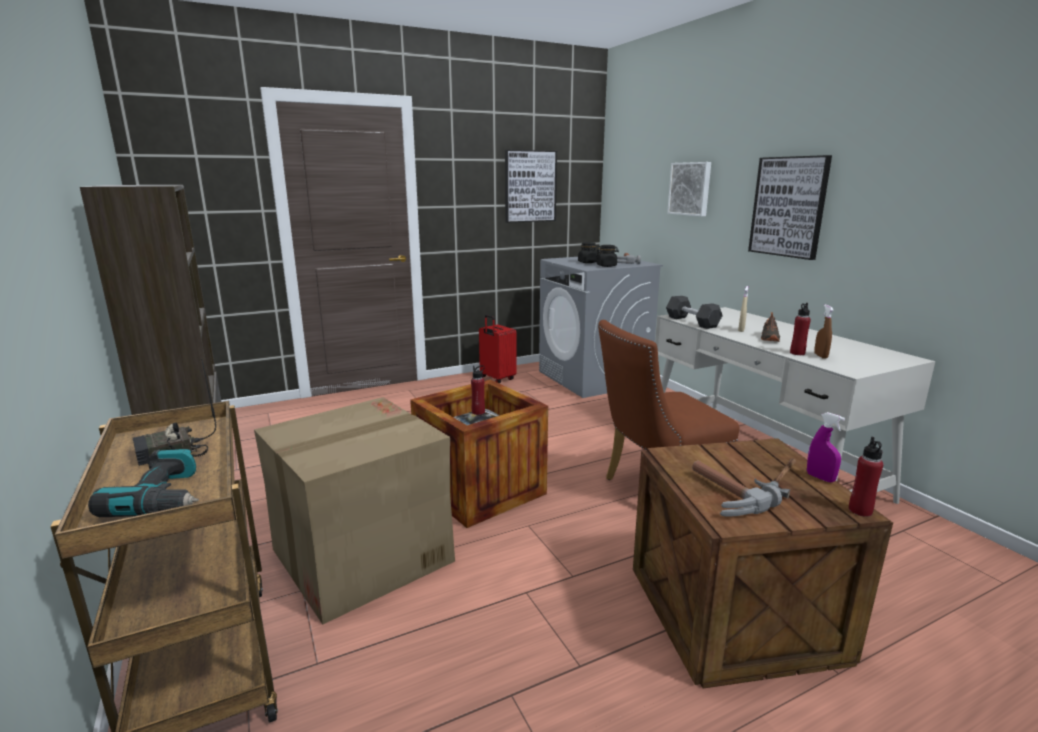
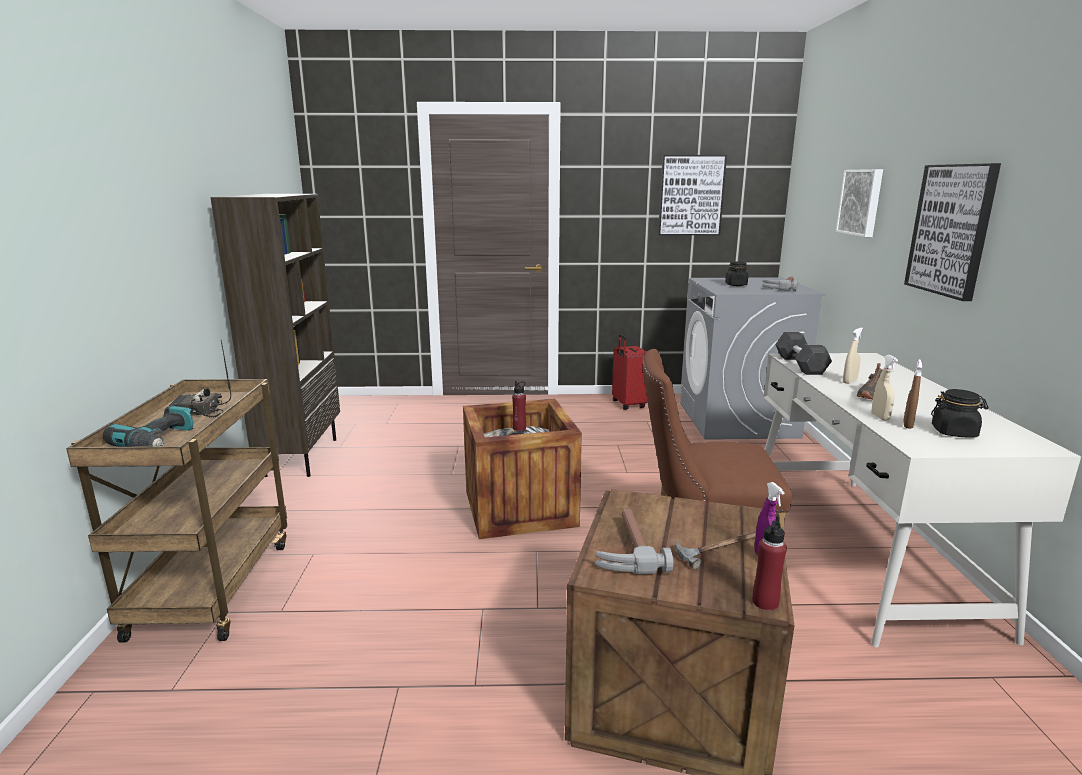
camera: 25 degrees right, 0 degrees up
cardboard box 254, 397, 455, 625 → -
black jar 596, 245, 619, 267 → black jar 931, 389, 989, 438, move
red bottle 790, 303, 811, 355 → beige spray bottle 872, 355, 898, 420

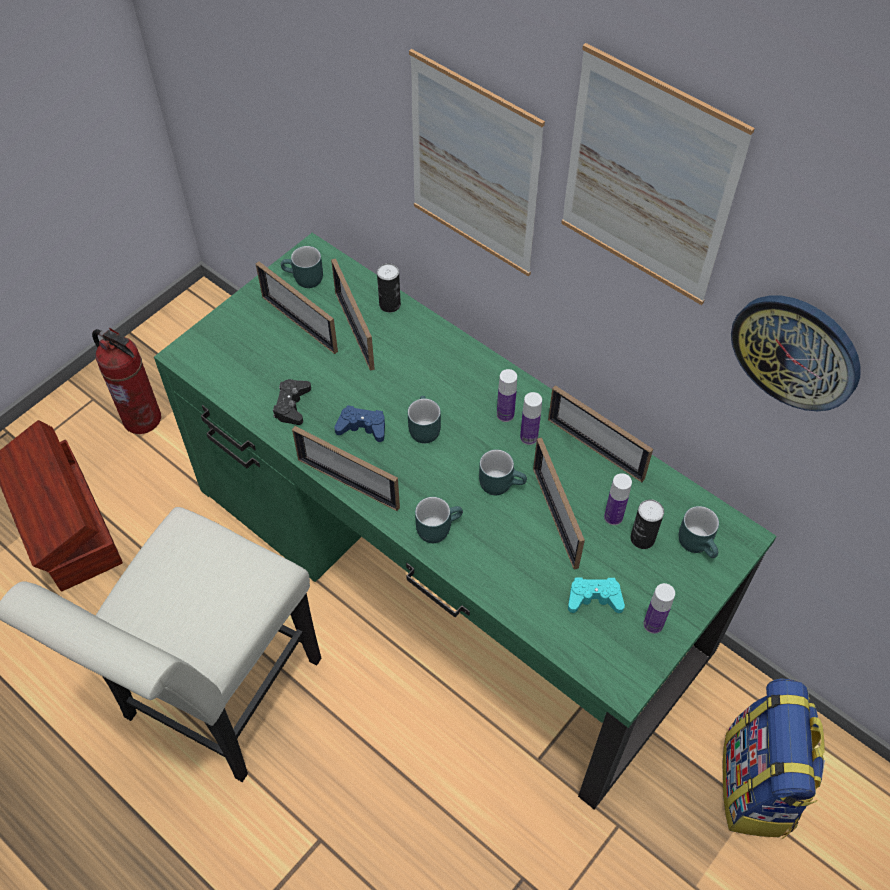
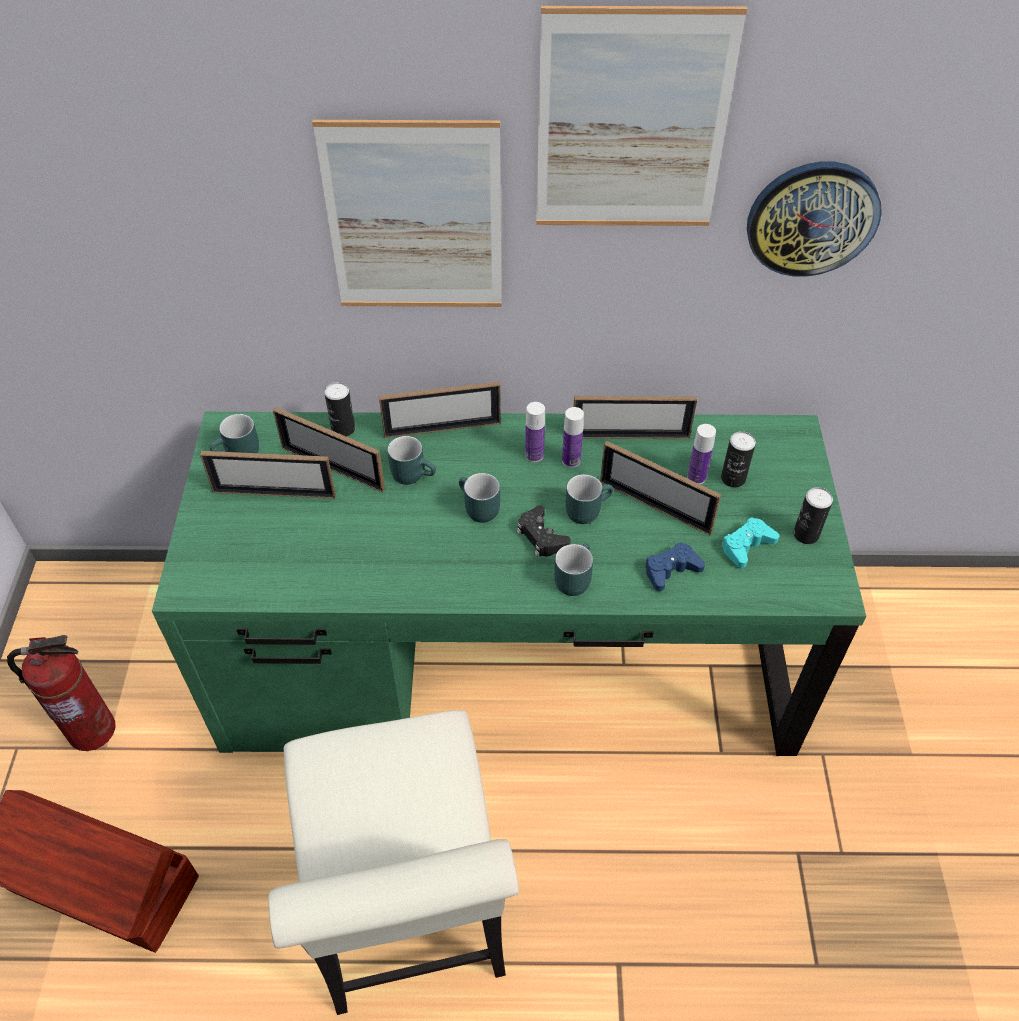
camera: 40 degrees left, 5 degrees down
backpack 722, 678, 825, 839 → -
black game controller 273, 379, 311, 425 → black game controller 517, 505, 571, 557, move
picture frame 292, 426, 400, 511 → picture frame 379, 382, 501, 438, move
blue game controller 334, 405, 385, 442 → blue game controller 645, 542, 705, 591, move
turquoise mug 678, 506, 719, 558 → turquoise mug 387, 436, 436, 485, move
bottle 643, 583, 675, 634 → can 793, 487, 833, 544

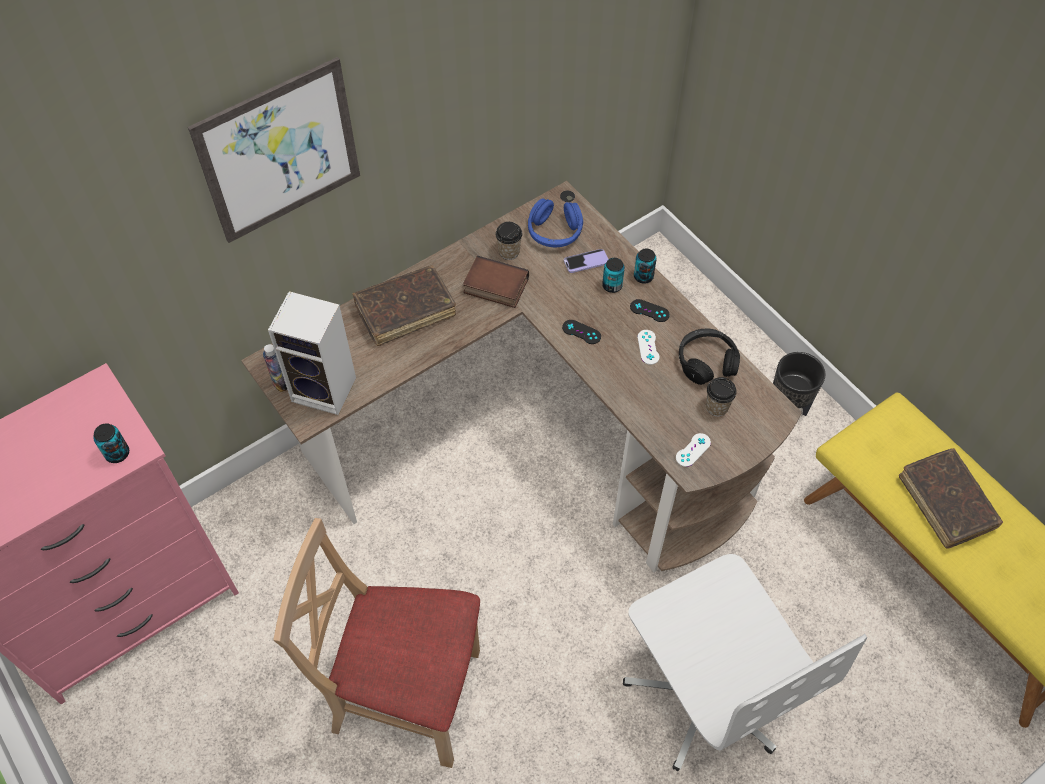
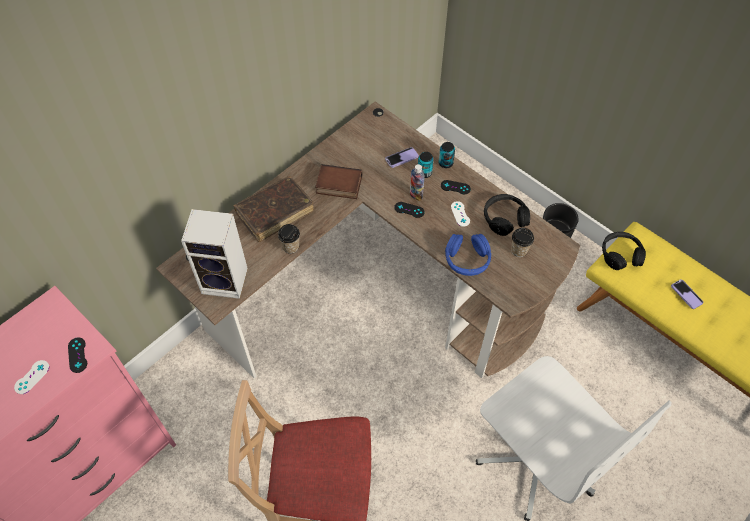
camera: 10 degrees left, 0 degrees up
picture 188, 57, 360, 243 → -
- → black headphones 602, 232, 646, 270
bottle 263, 344, 287, 392 → bottle 410, 164, 425, 201, move
cup 495, 222, 523, 260 → cup 278, 224, 300, 254, move
blue headphones 528, 199, 583, 247 → blue headphones 445, 234, 491, 276, move
white game controller 676, 433, 711, 467 → white game controller 14, 360, 49, 394, move
can 93, 423, 129, 463 → black game controller 68, 337, 87, 373
brown book 899, 448, 1003, 549 → phone 671, 280, 704, 309

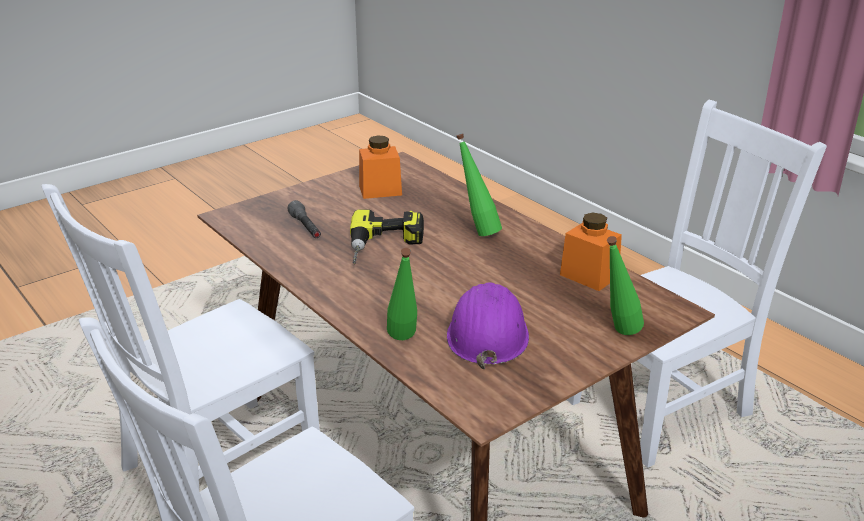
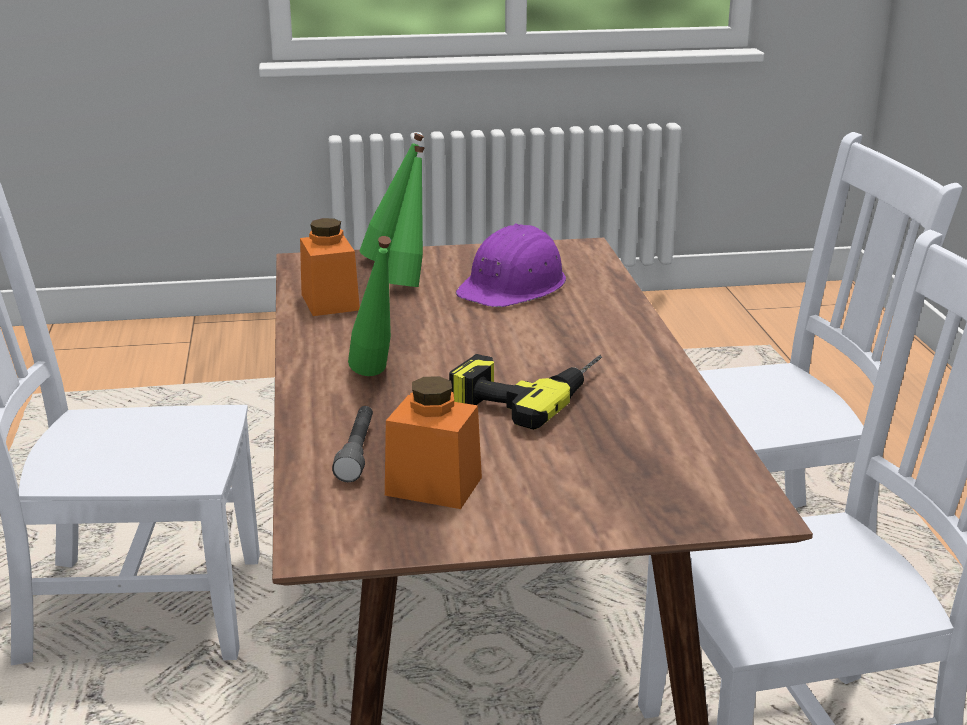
camera: 150 degrees left, 5 degrees down
grey flashlight 287, 200, 321, 238 → grey flashlight 332, 406, 373, 482, move
green bottle 387, 248, 417, 340 → green bottle 388, 146, 425, 287, move

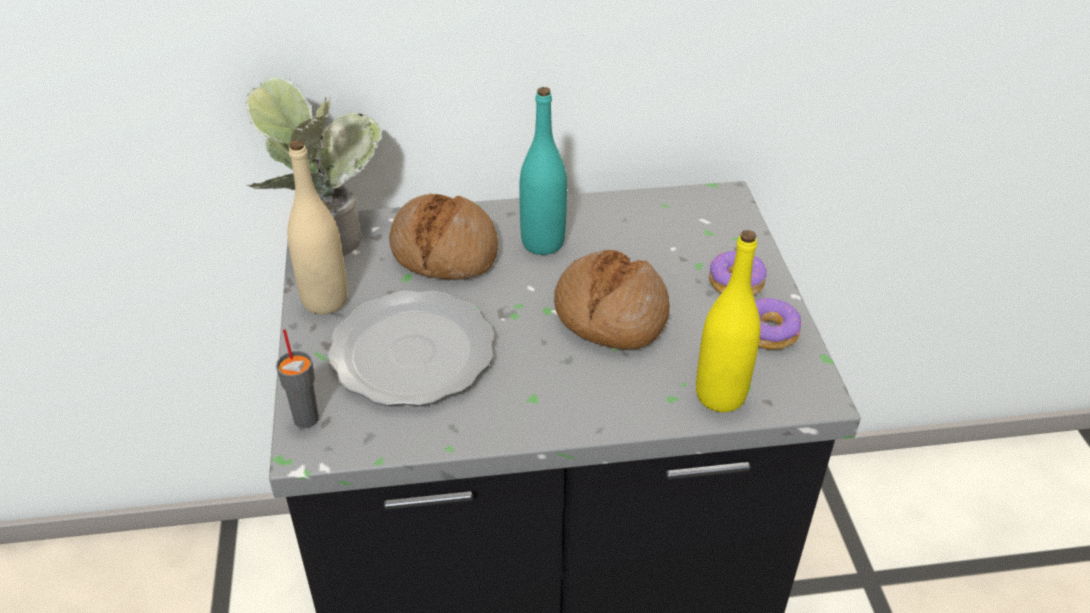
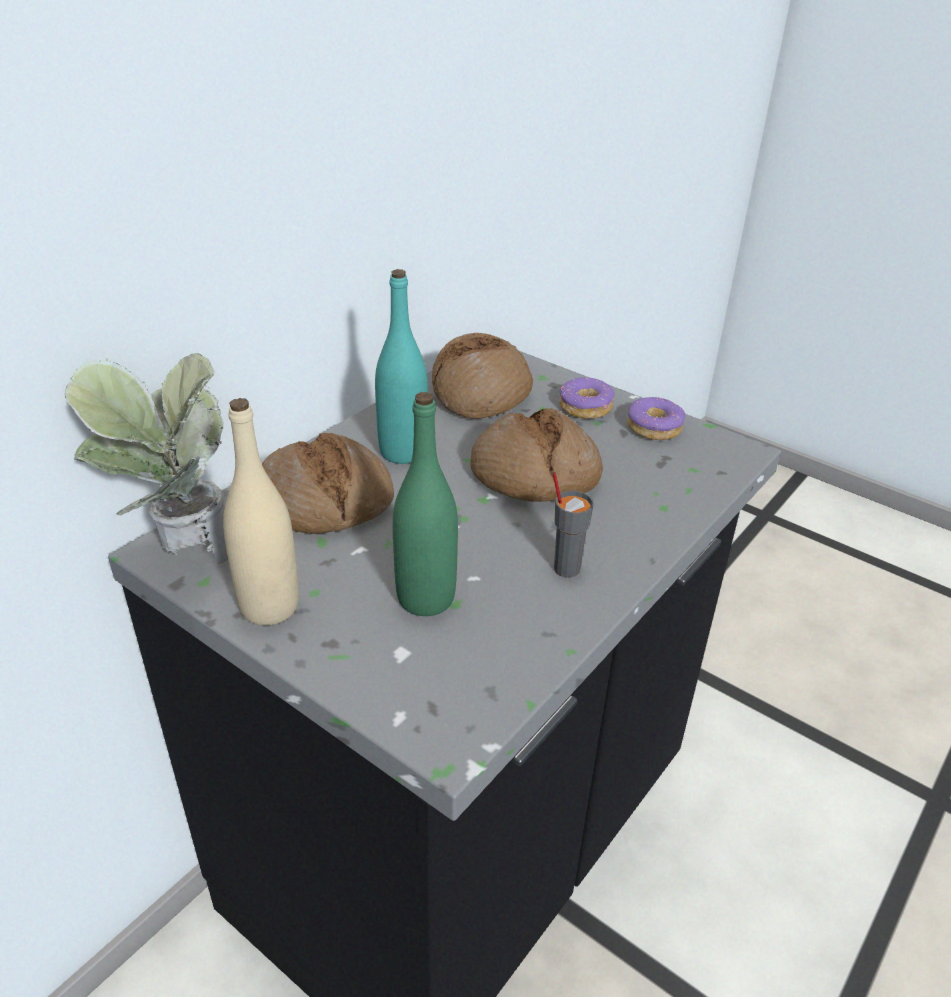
camera: 45 degrees left, 5 degrees down
yellow bottle 696, 230, 761, 412 → -
- → bread 432, 333, 533, 419
grey cup 276, 329, 319, 428 → grey cup 553, 472, 594, 578, move
plate 327, 291, 494, 406 → green bottle 393, 392, 458, 616

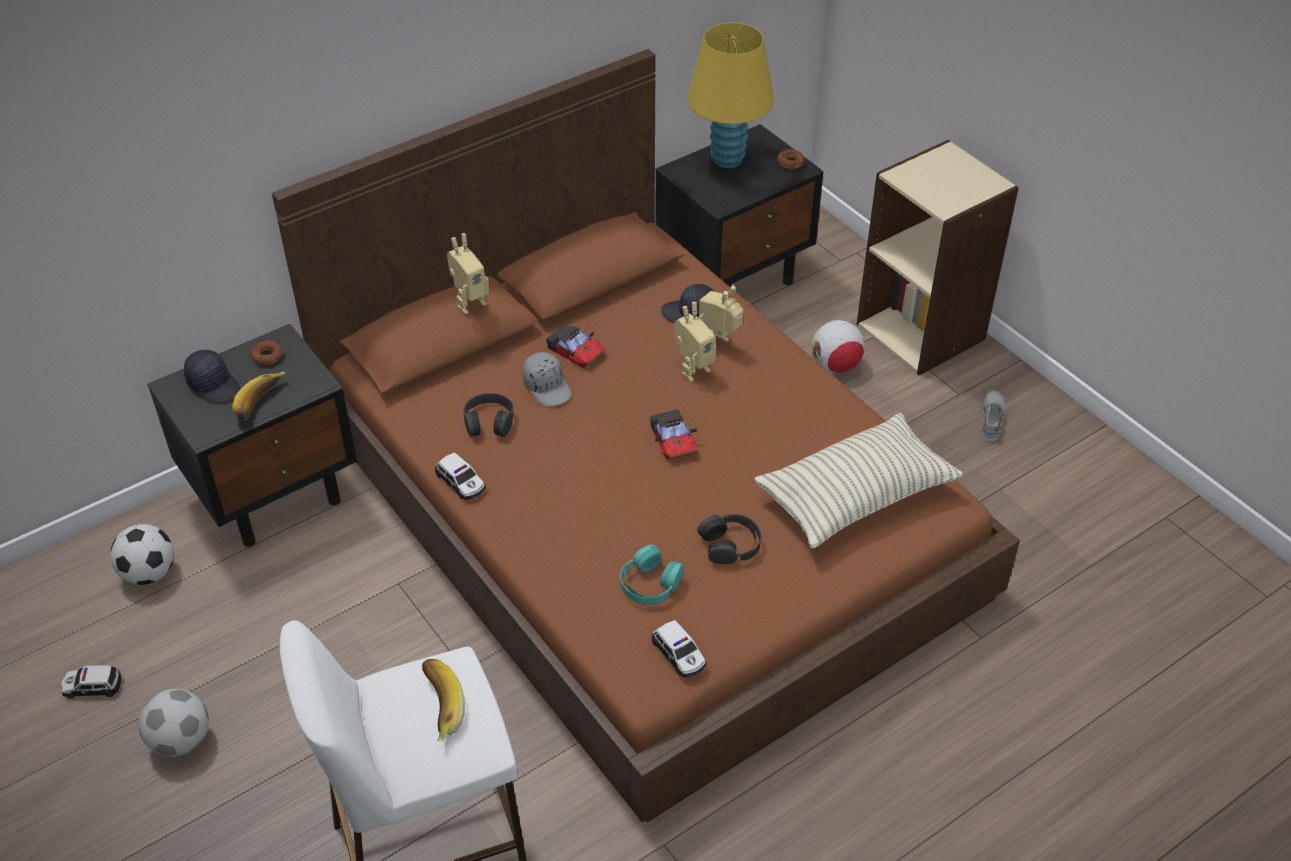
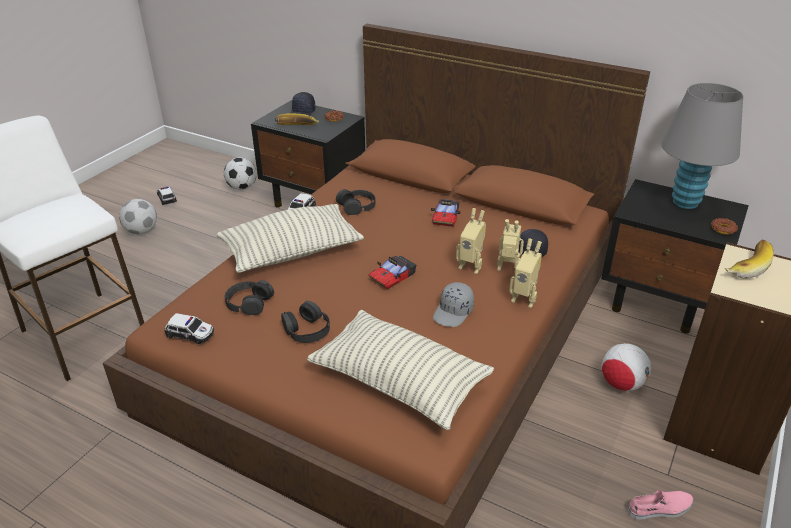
camera: 65 degrees right, 10 degrees down
- → pillow 217, 204, 364, 273
banana 422, 659, 465, 741 → banana 725, 239, 774, 279, move
toy robot 447, 233, 489, 314 → toy robot 509, 238, 542, 308, move
grey cap 523, 352, 571, 406 → grey cap 433, 282, 474, 327, move
turquoise headphones 620, 545, 684, 605 → black headphones 225, 280, 274, 315
yellow table lamp 687, 22, 774, 168 → grey table lamp 661, 83, 743, 209
grey shoe 982, 390, 1006, 441 → pink shoe 627, 490, 693, 520
toy car 652, 620, 707, 677 → toy car 164, 313, 214, 344, 105 degrees counterclockwise

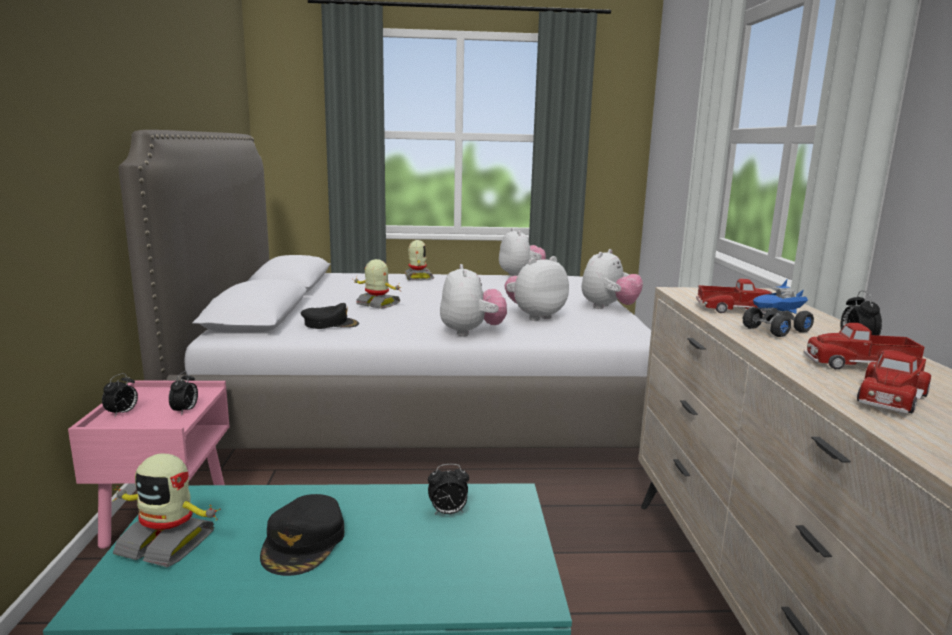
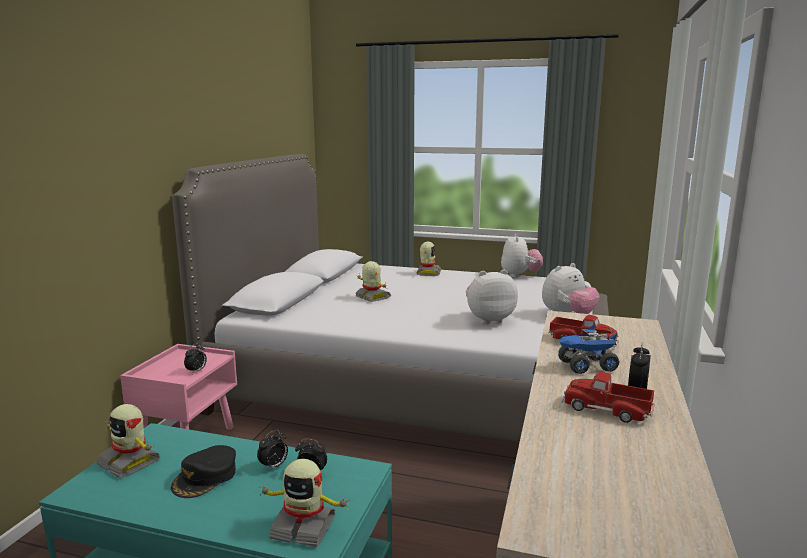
camera: 20 degrees right, 0 degrees up
black cap 301, 303, 359, 329 → -
plush toy 440, 264, 507, 337 → -
toy truck 857, 351, 931, 414 → -
- → toy robot 258, 459, 348, 547
alarm clock 102, 373, 138, 417 → alarm clock 257, 429, 288, 470, move

